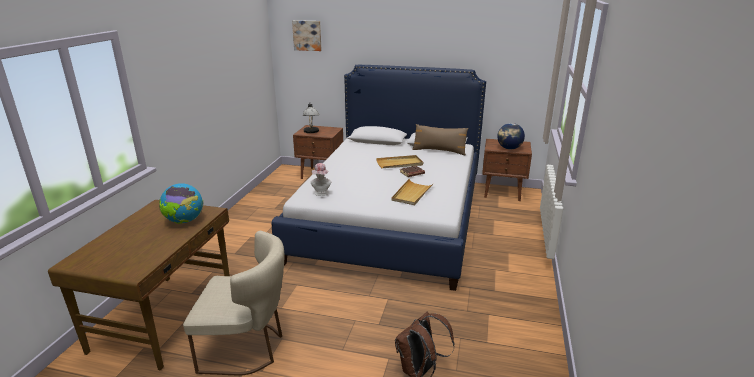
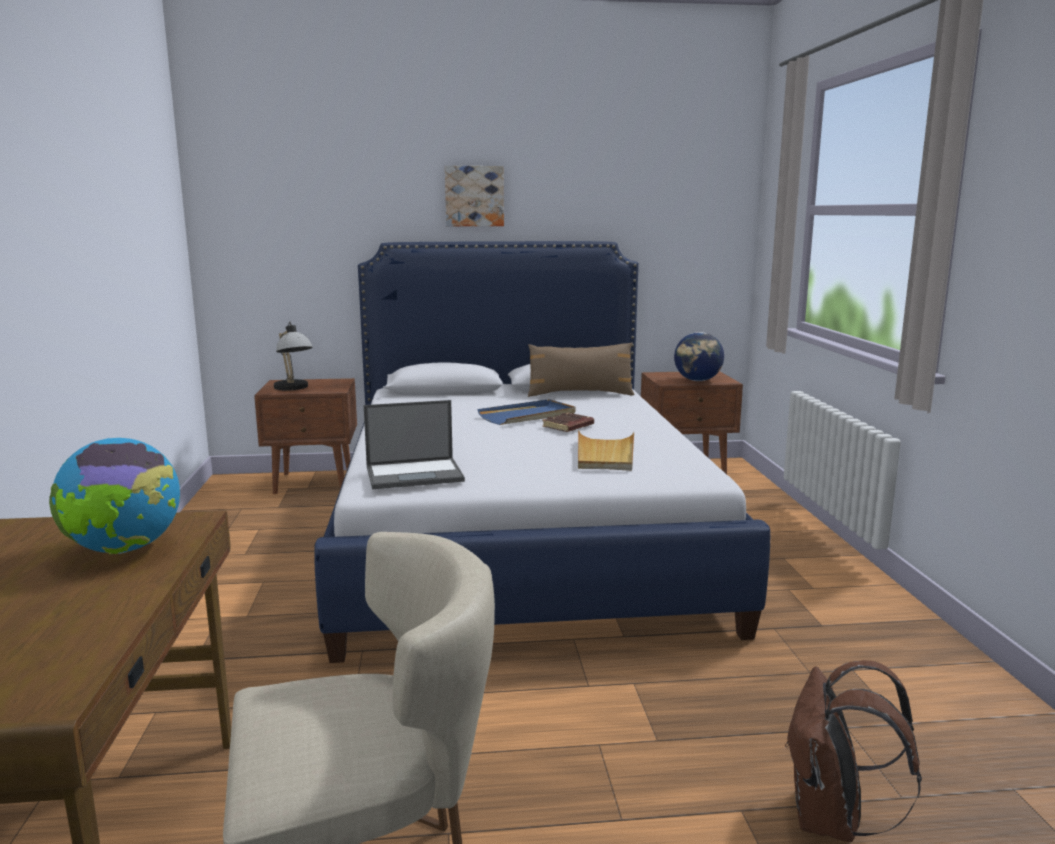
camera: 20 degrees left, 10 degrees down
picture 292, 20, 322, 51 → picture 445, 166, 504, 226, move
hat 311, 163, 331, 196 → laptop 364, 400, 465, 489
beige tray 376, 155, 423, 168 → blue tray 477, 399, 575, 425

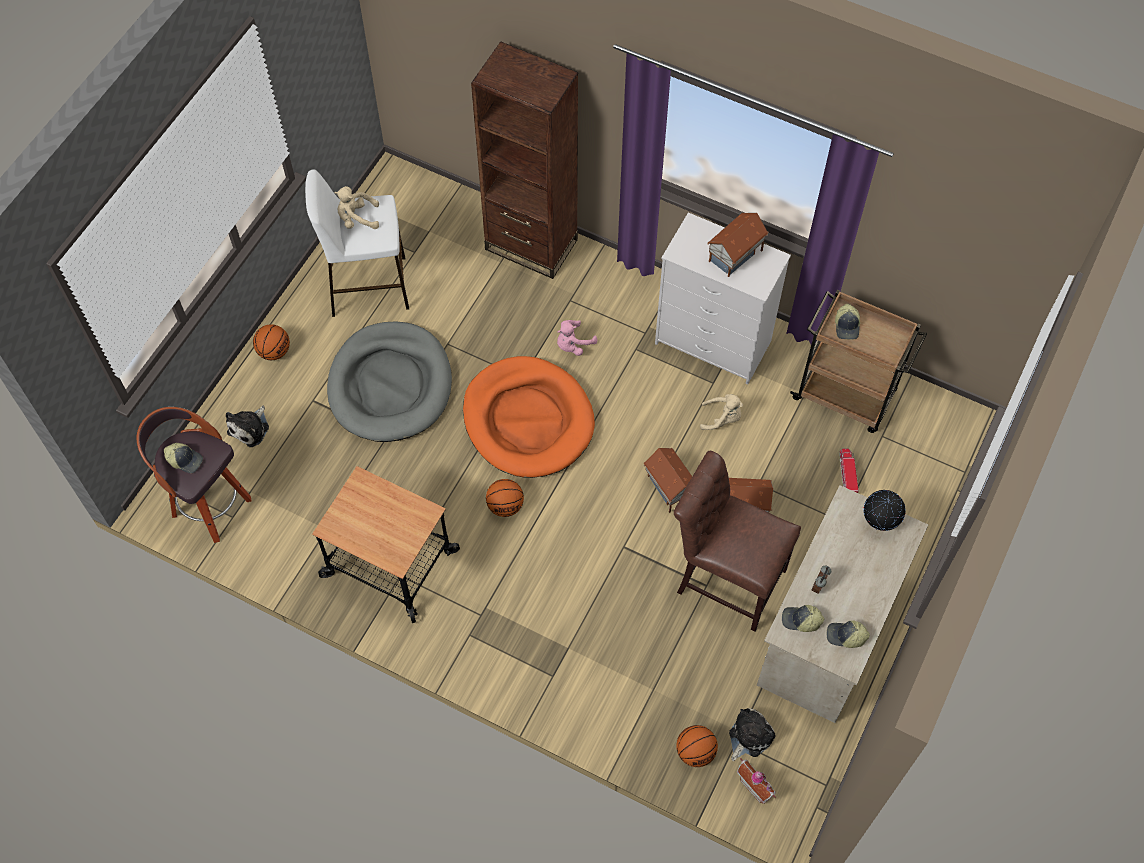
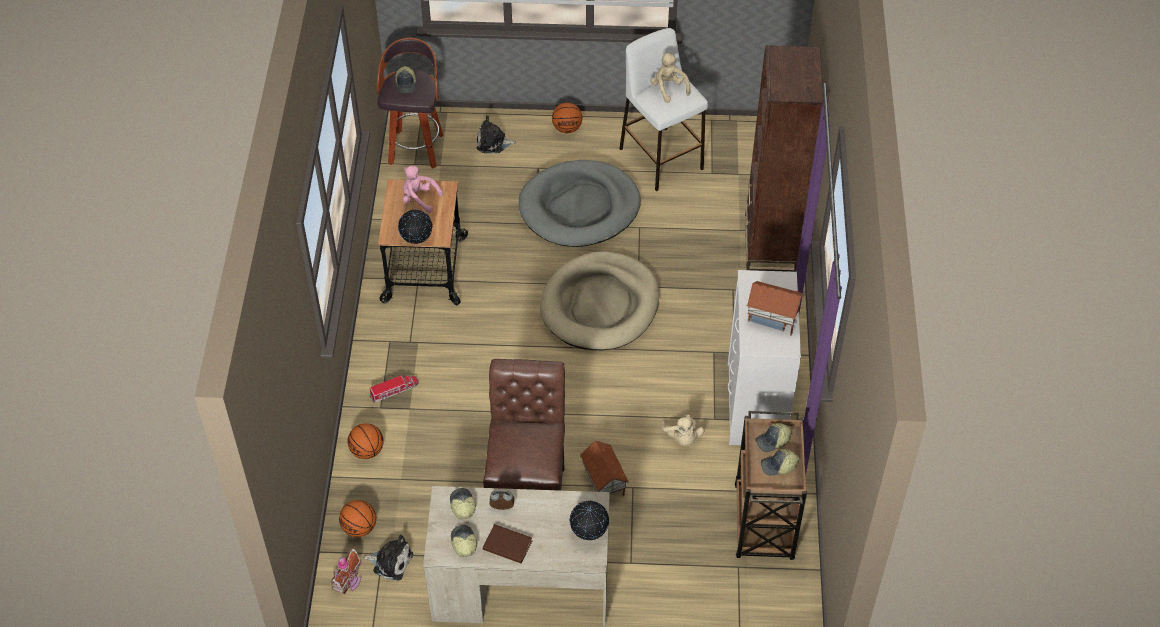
camera: 65 degrees right, 10 degrees down
toy house 644, 448, 692, 513 → -
- → globe 398, 210, 433, 244
- → brown book 483, 524, 532, 563
- → cap 761, 449, 799, 475
basketball 486, 479, 524, 517 → basketball 348, 423, 384, 459, move
pink plush toy 557, 320, 597, 356 → pink plush toy 403, 166, 443, 213, move
toy truck 840, 448, 859, 493 → toy truck 369, 374, 418, 403, move
orange dog bed 463, 356, 595, 478 → beige dog bed 540, 251, 659, 350

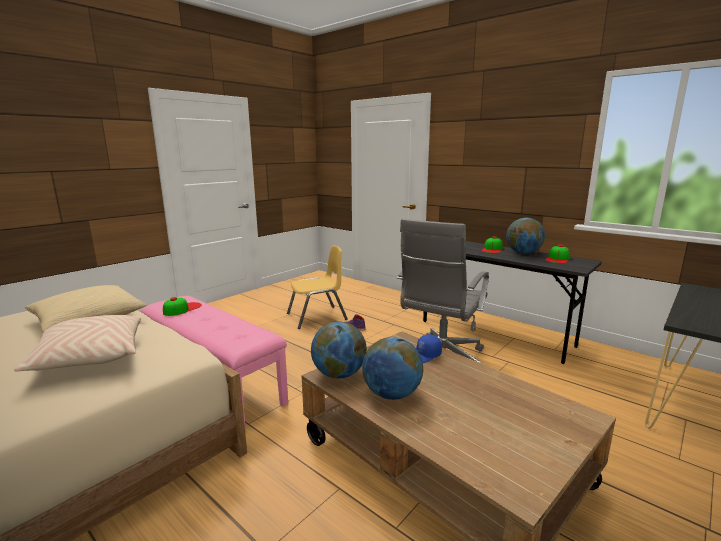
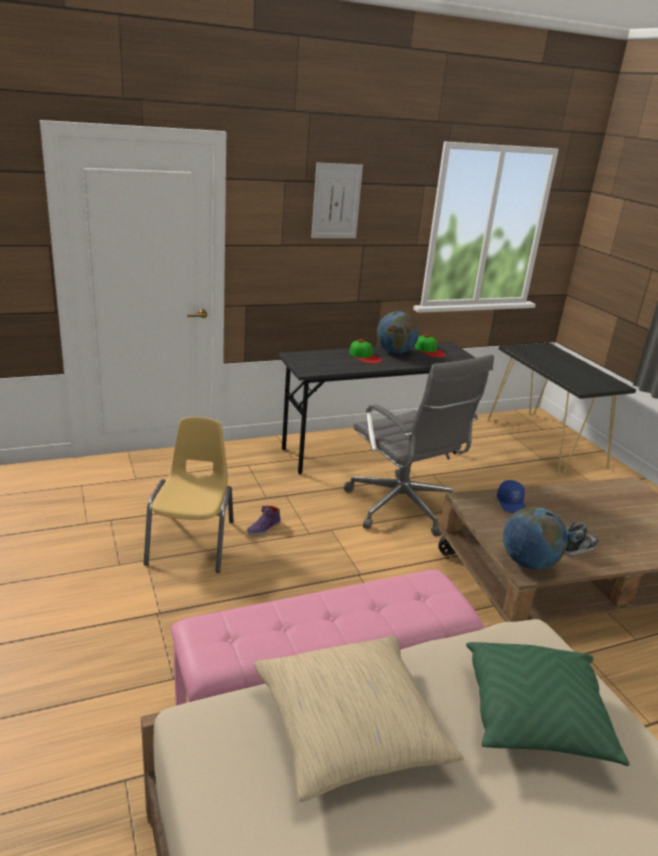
camera: 65 degrees left, 10 degrees up
cap 163, 297, 202, 316 → -
- → picture 311, 163, 363, 238
globe 362, 337, 423, 400 → shoe 564, 522, 598, 556
beige pillow 14, 315, 141, 371 → green pillow 466, 642, 630, 766

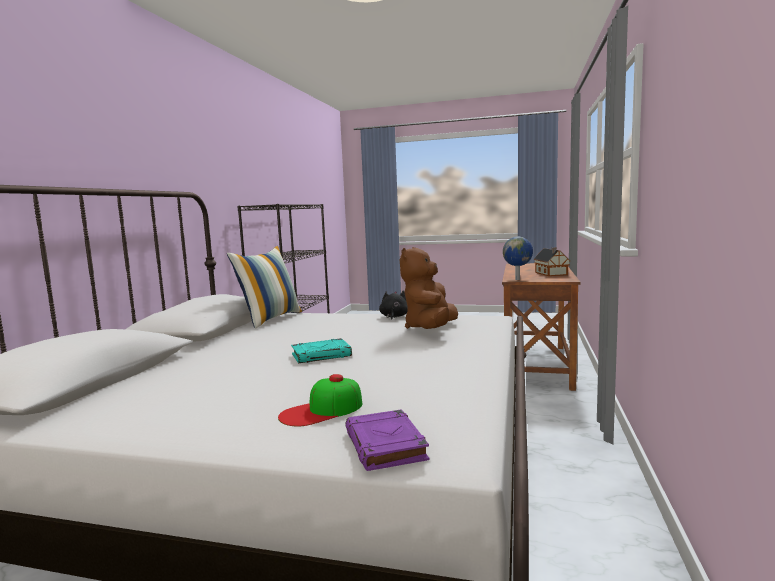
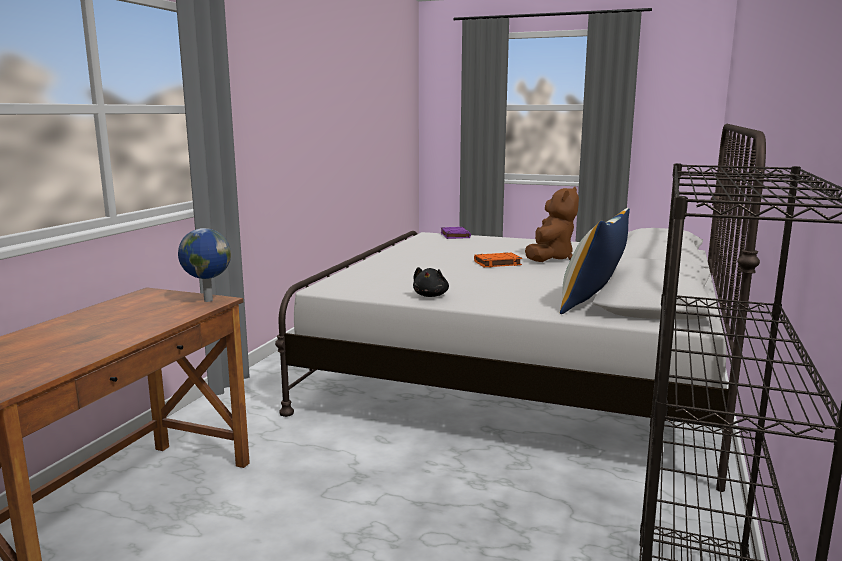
camera: 175 degrees left, 5 degrees up
cap 278, 374, 362, 427 → -
toy house 533, 248, 571, 276 → -
brown plush toy 400, 247, 458, 329 → brown plush toy 525, 187, 579, 262, move
turquoise book 291, 338, 352, 363 → orange book 474, 252, 522, 267

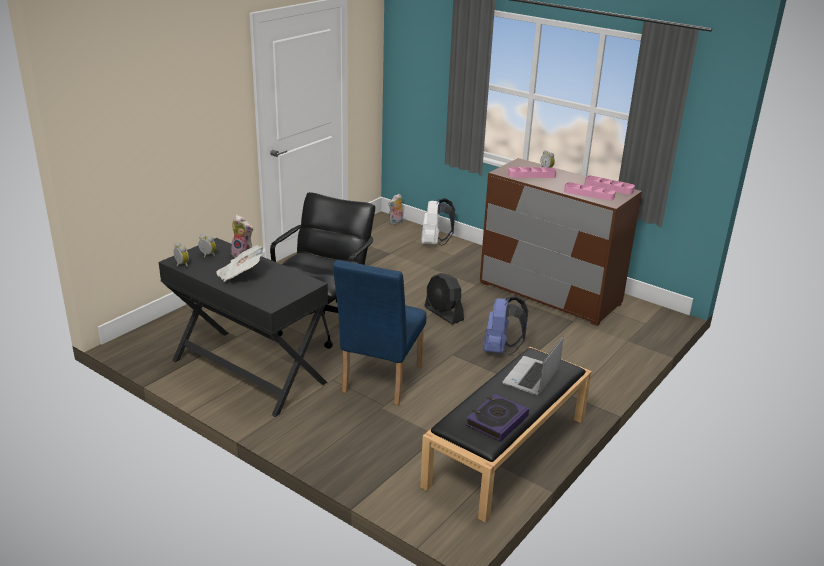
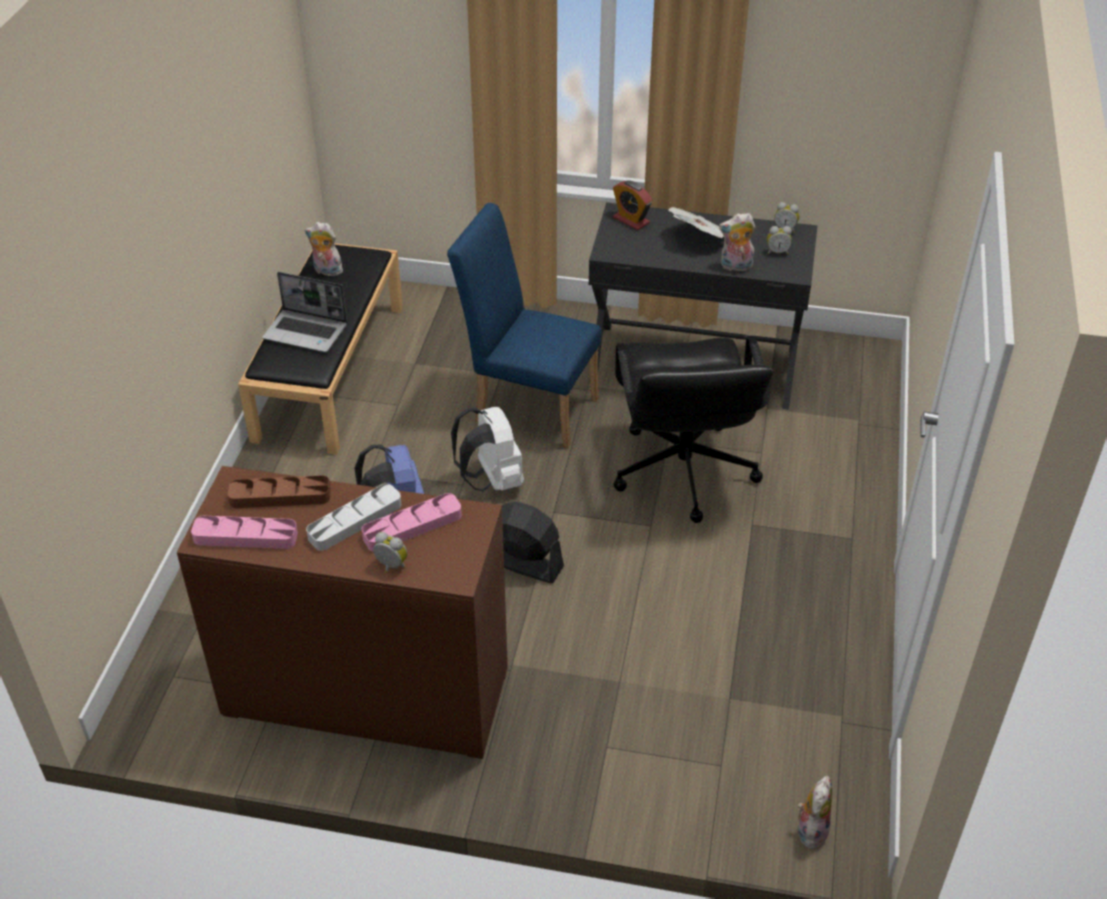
camera: 155 degrees right, 15 degrees up
- → grey tray 306, 484, 401, 551
- → alarm clock 613, 180, 653, 230
white backpack 421, 198, 455, 246 → white backpack 451, 407, 524, 491, move
book 466, 394, 529, 442 → plush toy 305, 222, 343, 276
pink tray 564, 182, 616, 201 → brown tray 228, 475, 331, 508
blue chair 333, 260, 427, 405 → blue chair 447, 203, 601, 448, 60 degrees counterclockwise
laptop 502, 336, 564, 396 → laptop 262, 272, 347, 352, 105 degrees clockwise

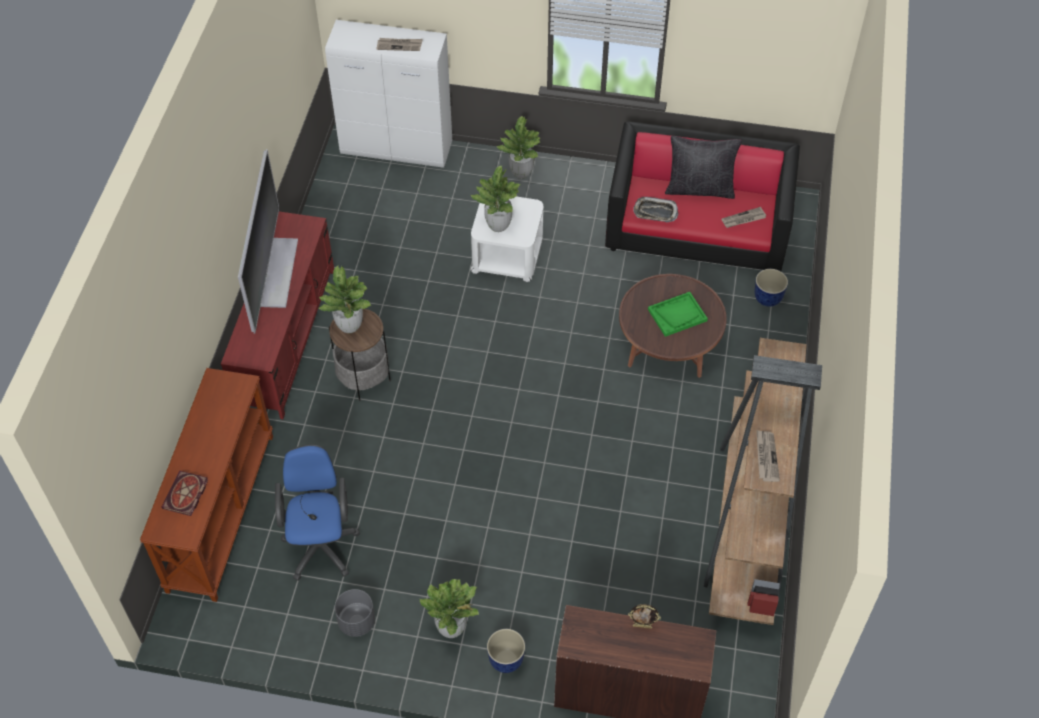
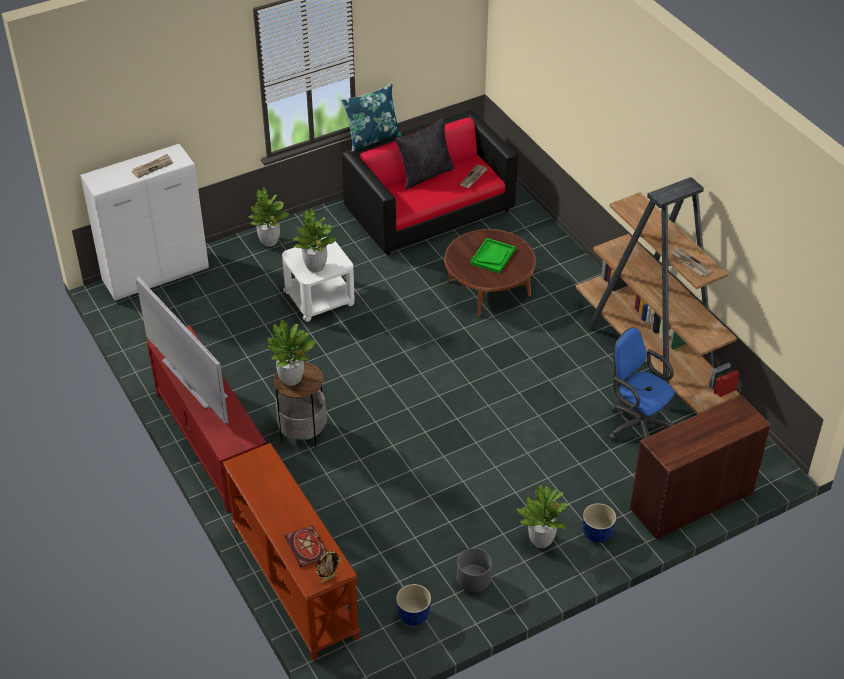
camera: 40 degrees left, 10 degrees down
tray 633, 197, 678, 222 → -
- → blue pillow 341, 84, 402, 153
blue office chair 275, 444, 360, 581 → blue office chair 609, 327, 675, 440, move
picture frame 628, 604, 661, 629 → picture frame 315, 551, 341, 583, move
planter 755, 269, 788, 307 → planter 396, 584, 431, 626, move

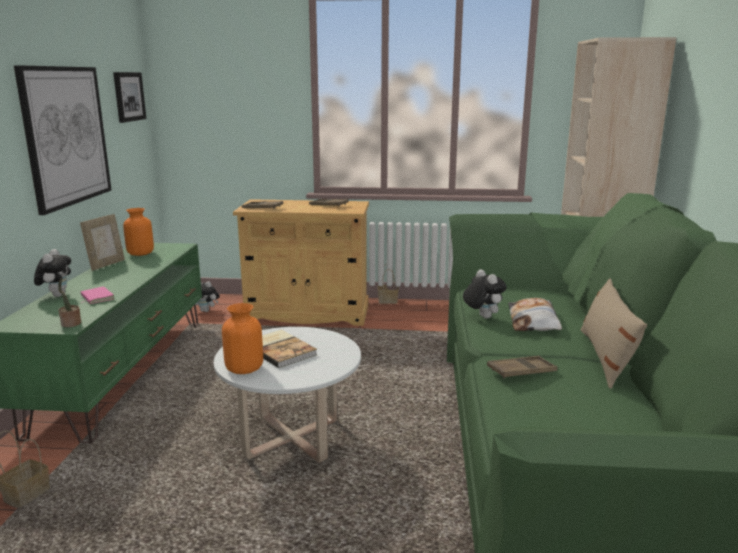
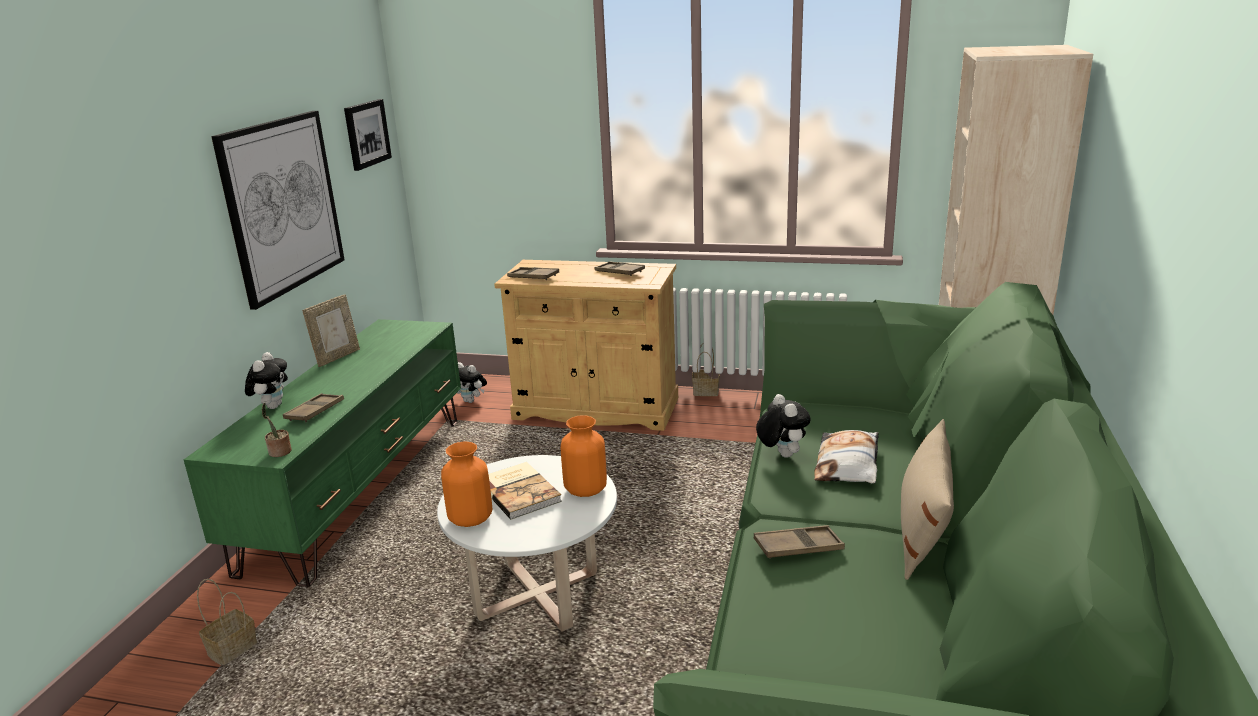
camera: 10 degrees right, 5 degrees up
orange vase 123, 208, 154, 256 → orange vase 561, 415, 607, 497, move
pink book 81, 286, 114, 304 → brown tray 283, 393, 344, 422

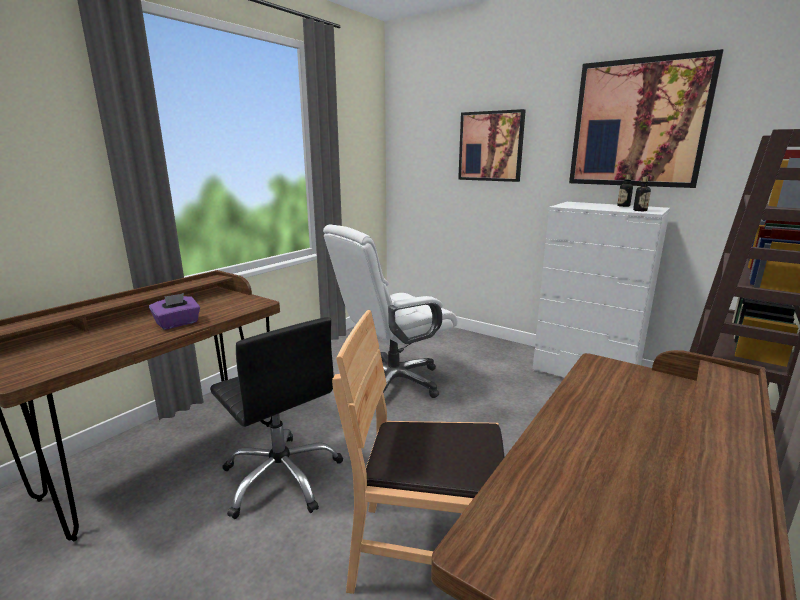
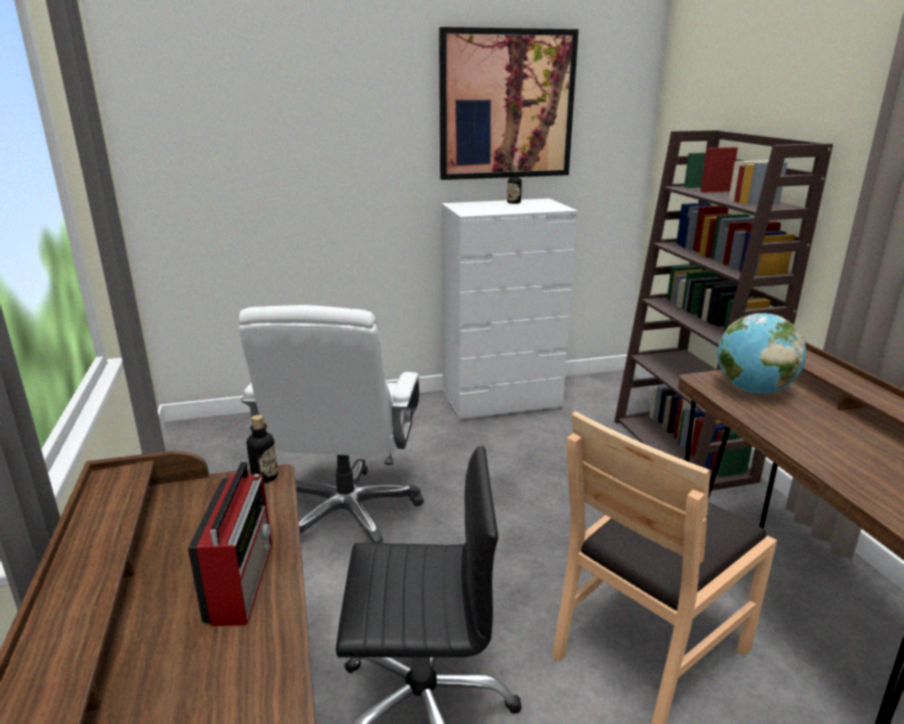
camera: 50 degrees left, 5 degrees up
picture 458, 109, 526, 182 → -
- → globe 717, 313, 806, 394
bottle 633, 176, 651, 211 → bottle 247, 415, 278, 483, move
purple tissue box 149, 293, 200, 330 → radio 188, 461, 272, 626

